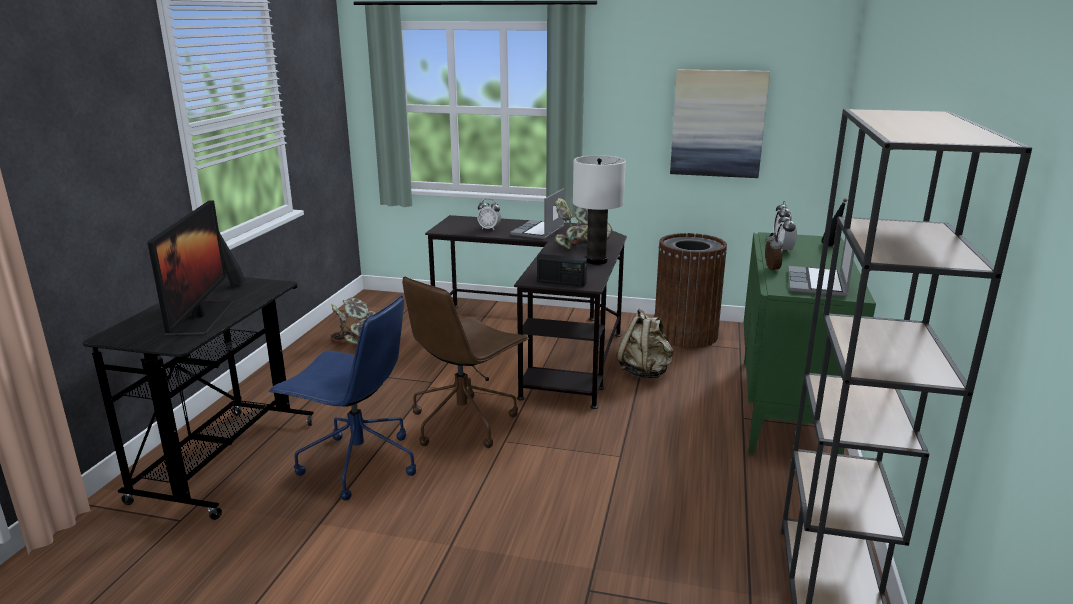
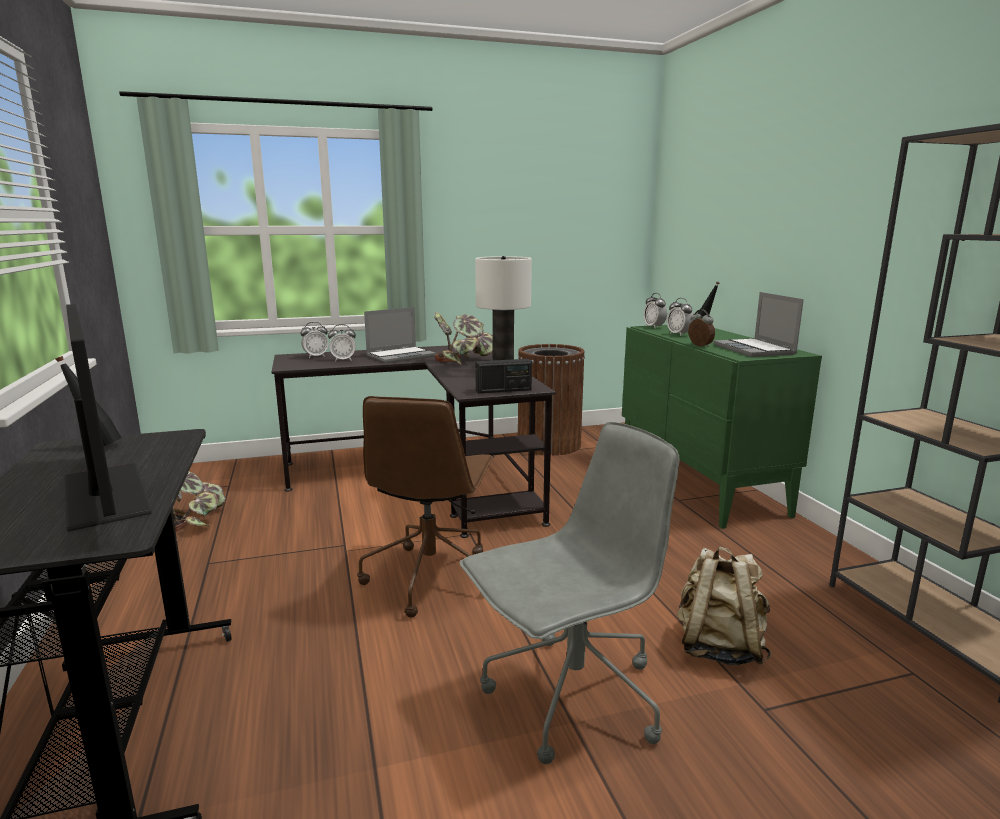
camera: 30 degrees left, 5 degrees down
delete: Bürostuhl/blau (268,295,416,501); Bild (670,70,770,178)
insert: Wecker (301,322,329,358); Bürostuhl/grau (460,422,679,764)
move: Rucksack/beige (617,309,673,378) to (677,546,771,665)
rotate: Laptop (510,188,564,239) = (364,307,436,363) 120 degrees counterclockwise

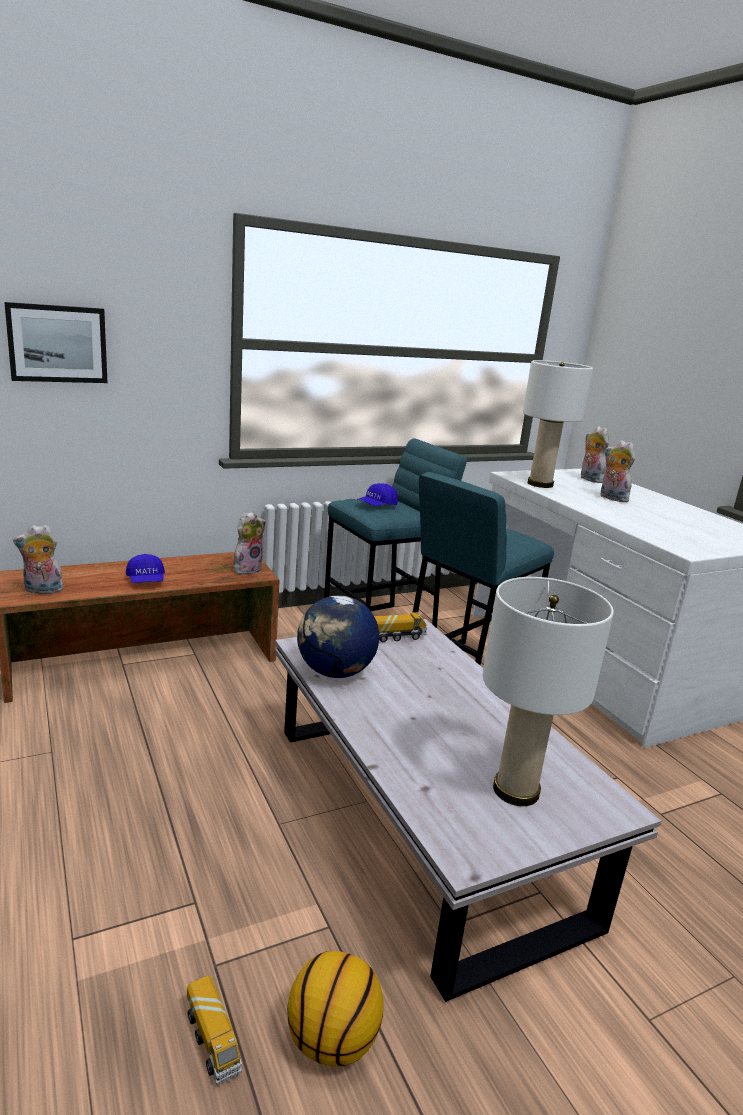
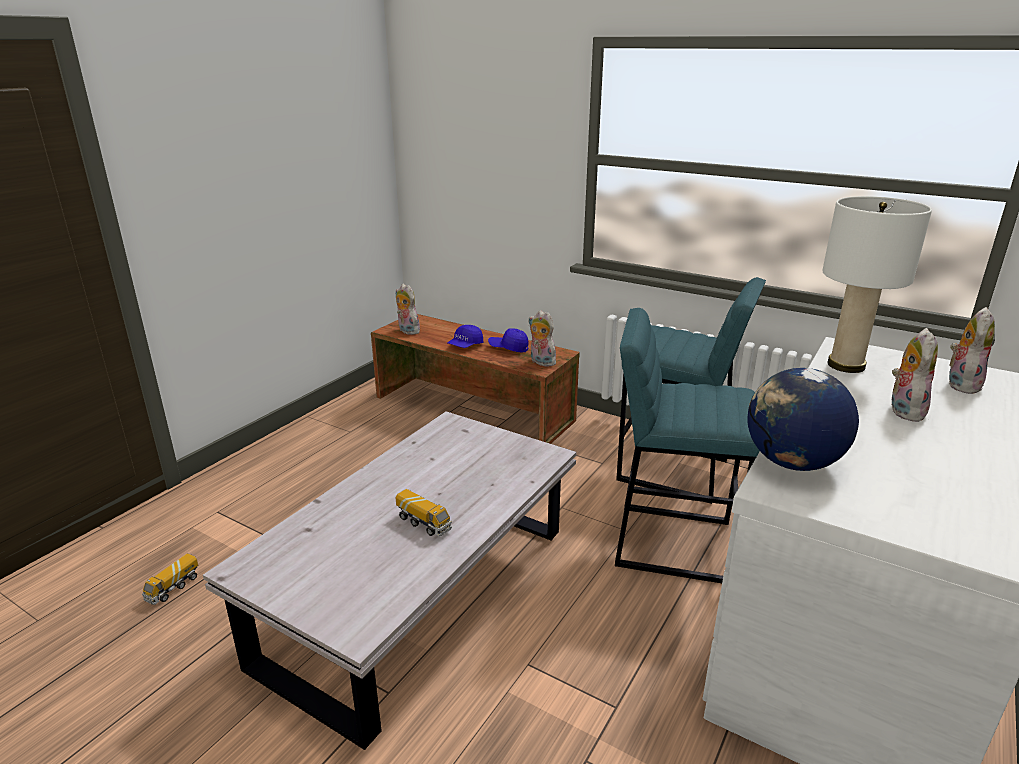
camera: 60 degrees right, 5 degrees up
delete: Bild (4,302,108,383); Basketball (287,951,384,1067); Tischlampe/weiß (482,577,614,806)
move: Globus (297,595,380,678) to (747,368,859,471); Kappe/blau (359,483,398,506) to (488,328,529,352); Spielzeuglaster (374,612,427,642) to (395,489,452,536)
rotate: Plüschtier (234,511,266,576) = (529,310,556,366) 150 degrees counterclockwise

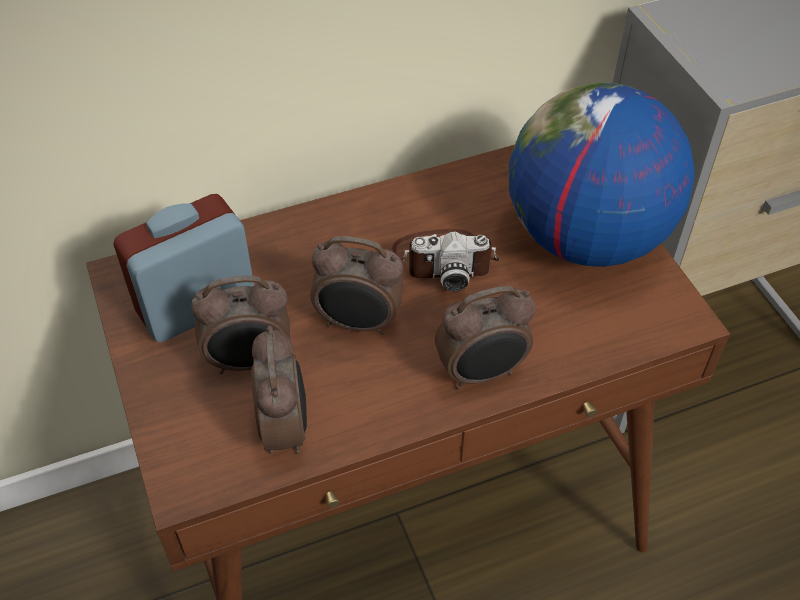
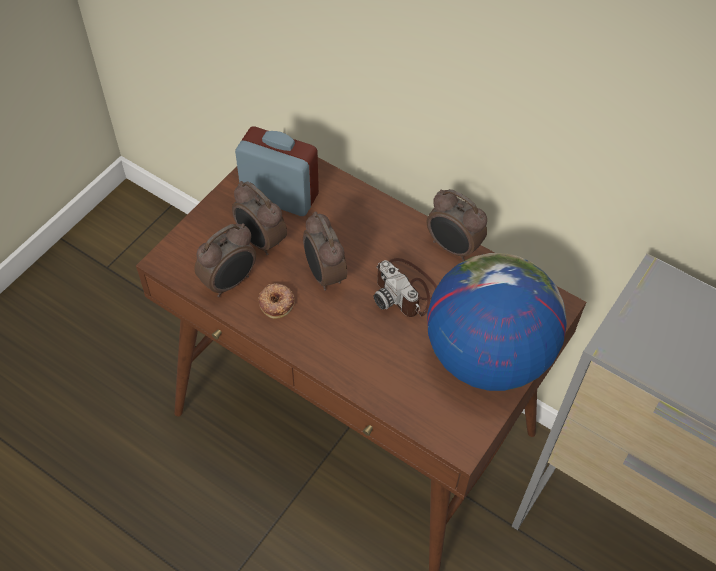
camera: 55 degrees right, 5 degrees up
insert: Donut (259,283,295,319)
move: Wecker (435,286,535,389) to (427,189,487,261)

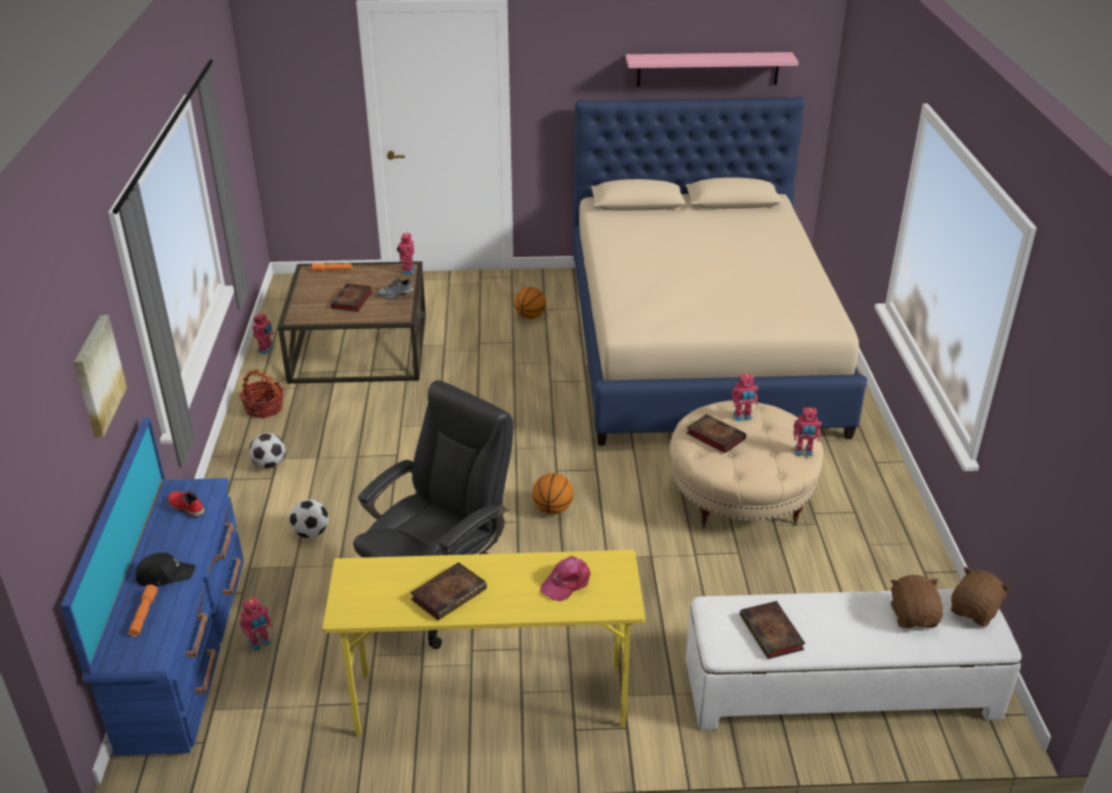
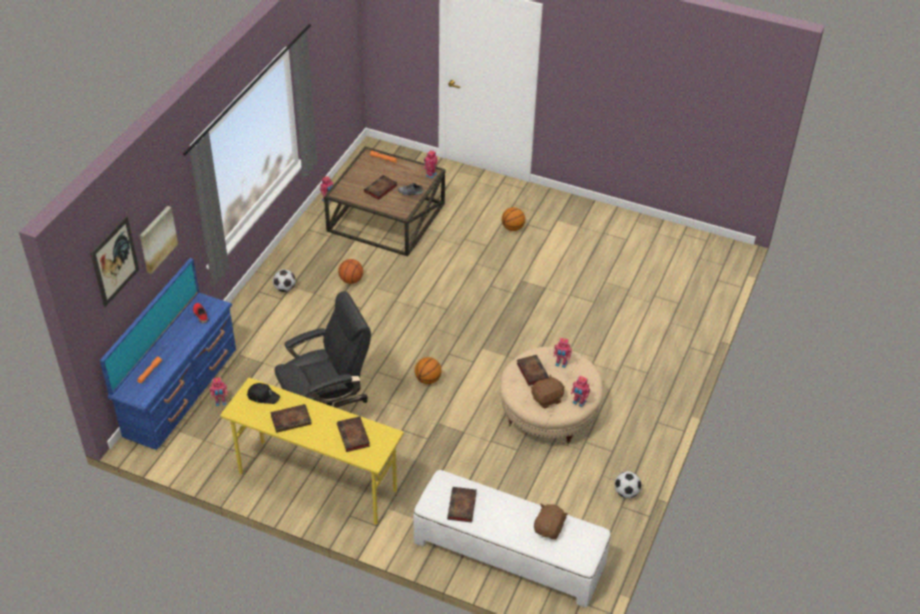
camera: 25 degrees right, 10 degrees up
delete: Korb (240,370,284,418); Bett/beige (573,97,867,446); Wandregal/rosa (626,52,799,87)
insert: Bild (90,216,139,307); Basketball (338,259,363,284)
move: Kappe/schwarz (135,552,196,586) to (247,383,280,404); Fußball (289,499,329,538) to (615,471,641,498); Plüschtier/braun (951,567,1011,627) to (531,374,565,408)
replace: Kappe/rosa (540,556,591,601) to Buch (337,416,370,452)

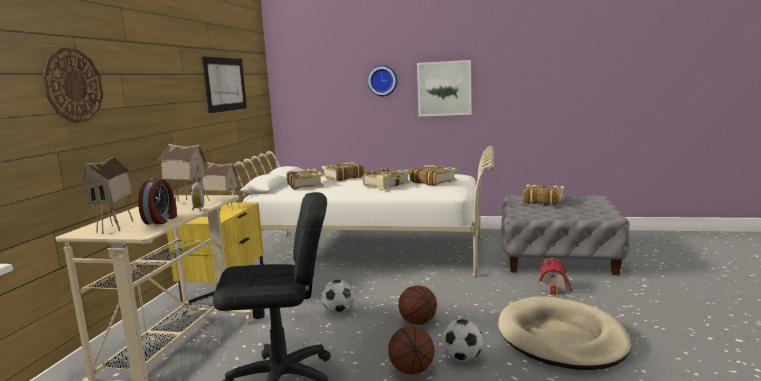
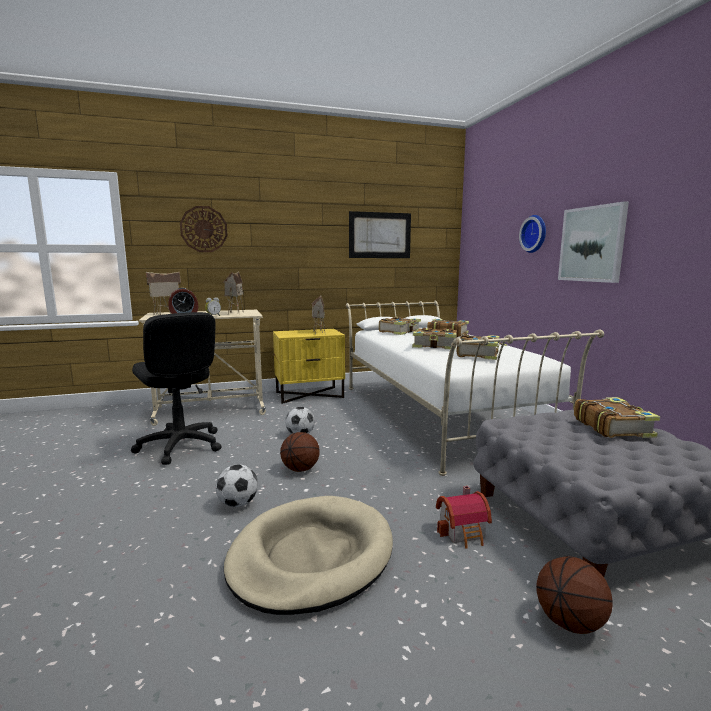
camera: 60 degrees right, 0 degrees up
move: Basketball (388,326,435,375) to (536,556,613,634)

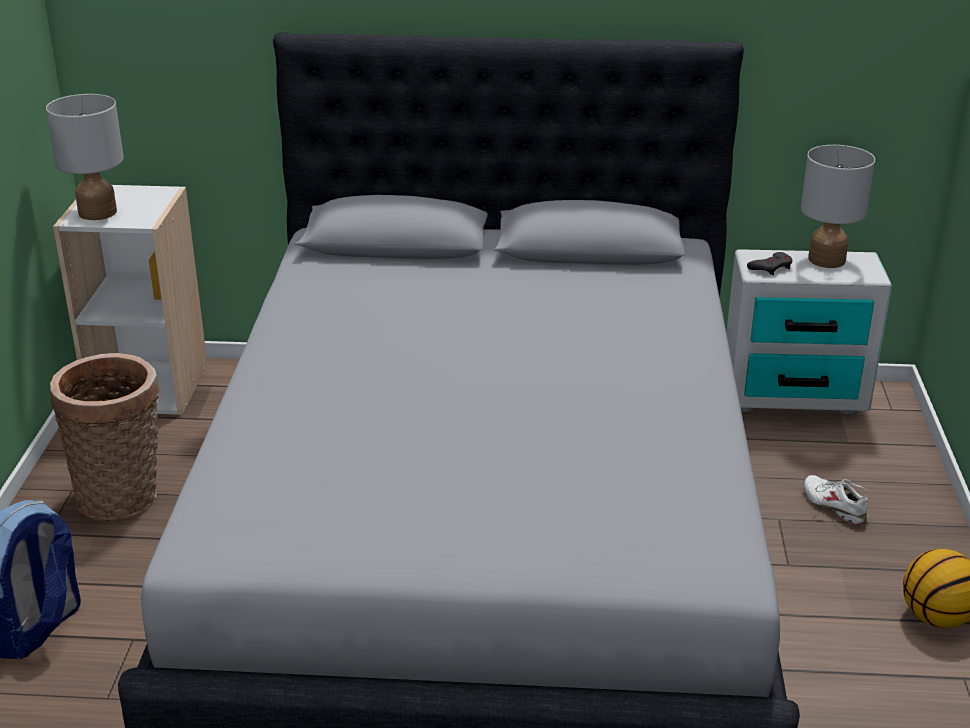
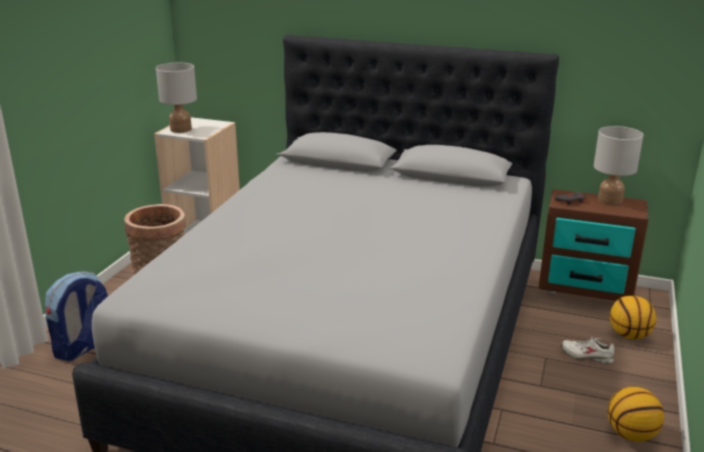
camera: 15 degrees right, 5 degrees down
insert: Basketball (610,296,656,339)
recolor: Nachttisch/weiß (726,249,892,415) to Nachttisch/braun (539,189,649,302)
rotate: Schuh/weiß (803,475,868,525) = (561,337,614,364) 45 degrees counterclockwise

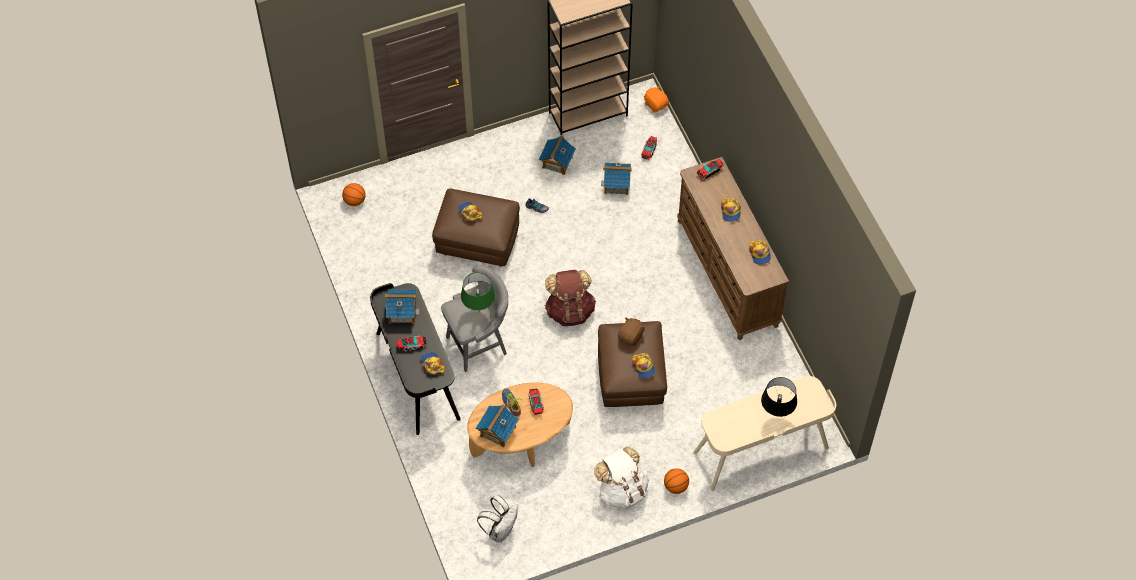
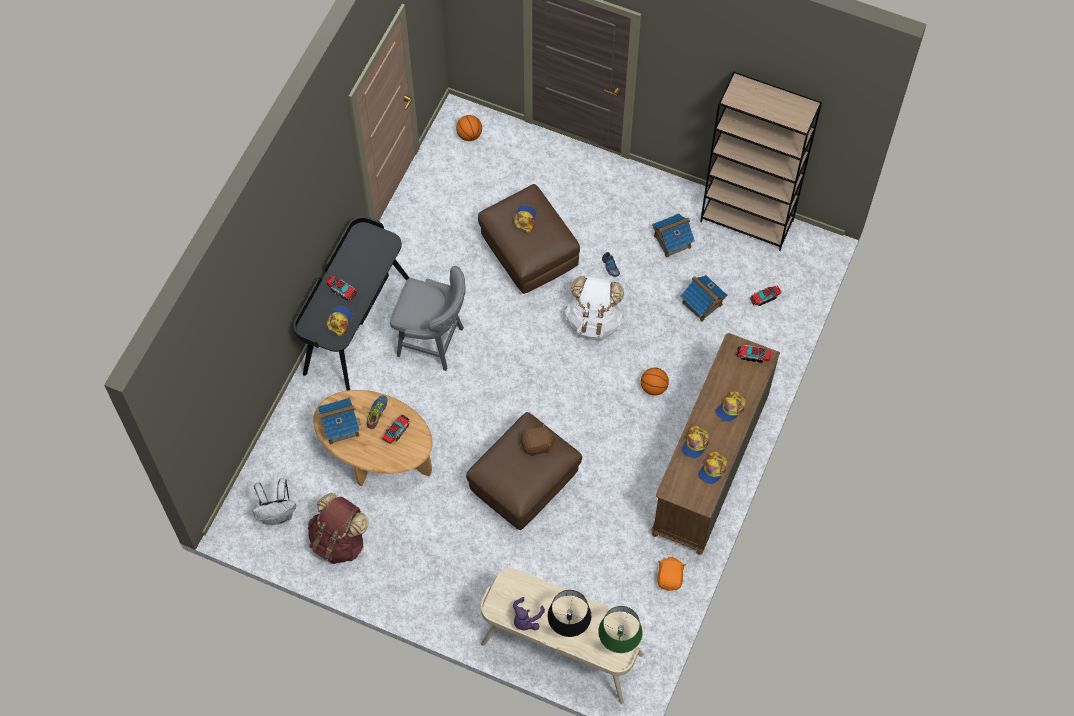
camera: 45 degrees right, 5 degrees up
delete: Spielzeughaus (385,289,420,324)
insert: Plüschtier/lila (513,597,545,630)
move: Tischlampe/grün (461,272,495,310) to (598,606,643,653); Rucksack/braun (545,270,596,326) to (308,493,369,564); Rucksack/weiß (594,447,649,509) to (565,276,624,341); Kappe (632,353,655,379) to (681,426,709,458); Plüschtier/orange (644,86,669,113) to (657,556,686,591); Basketball (664,468,689,494) to (641,368,669,396)

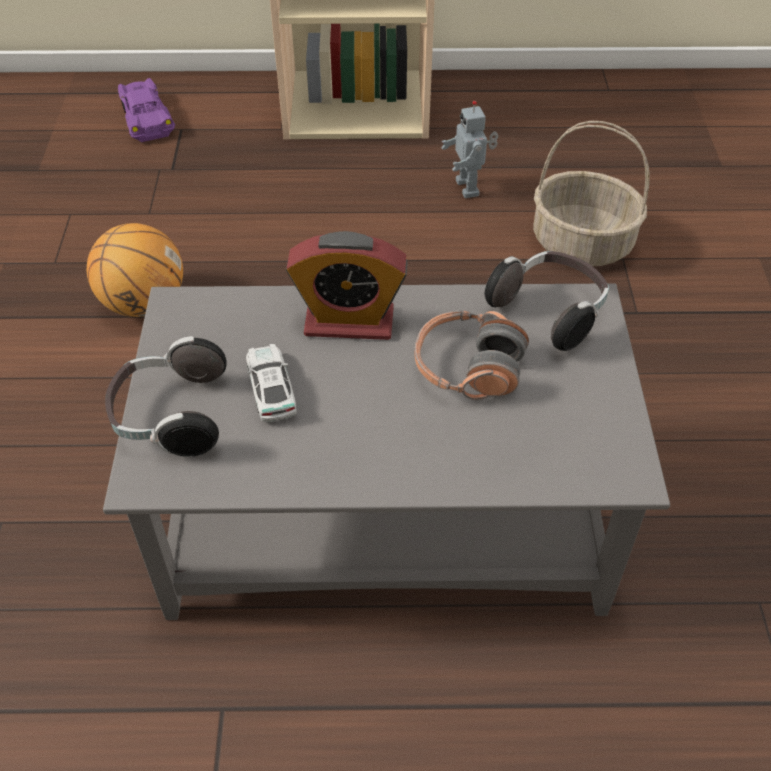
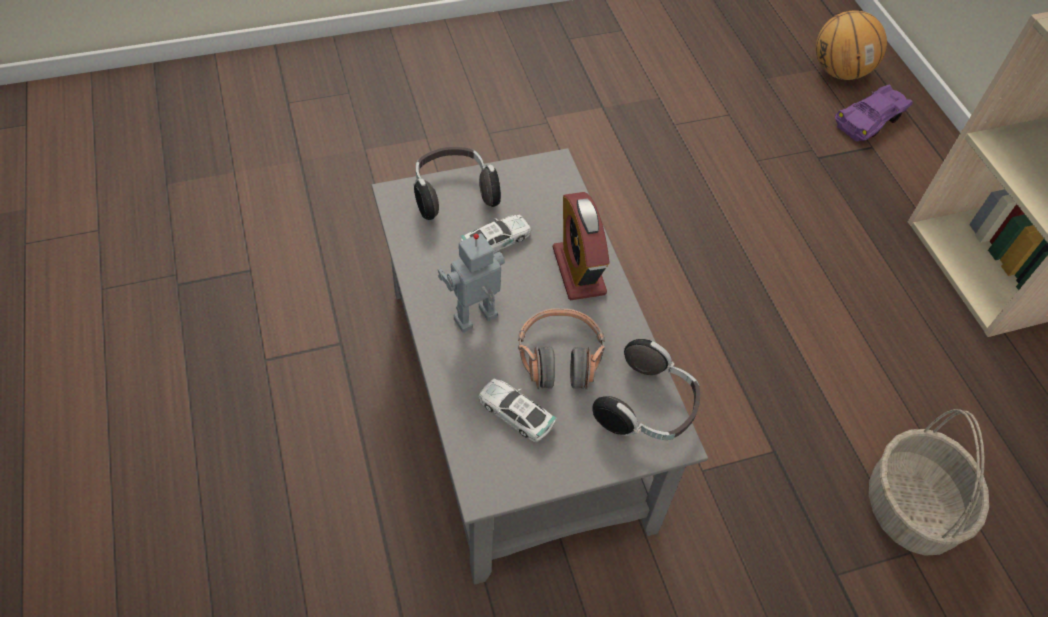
camera: 70 degrees right, 5 degrees up
insert: Spielzeugauto (478,378,557,442)
move: Basketball (87,223,183,317) to (816,10,887,80); Spielzeugroboter (441,101,498,198) to (437,233,505,332)

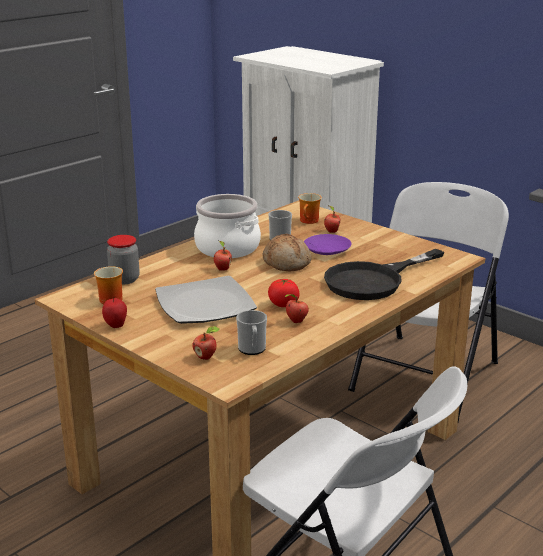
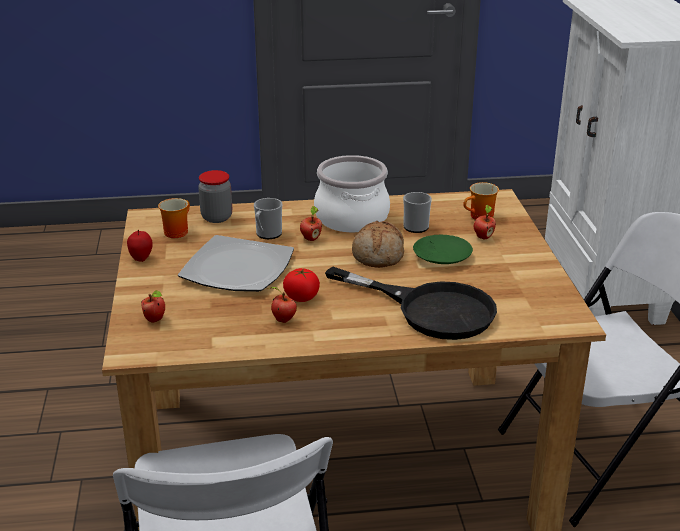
camera: 40 degrees right, 5 degrees up
move: Henkelbecher (236,310,267,355) to (254,198,282,239)
recolor: Teller/lila (304,234,351,255) to Teller/grün (413,235,473,264)
rotate: Pfanne/schwarz (324,249,445,300) = (325,267,497,340) 150 degrees counterclockwise

